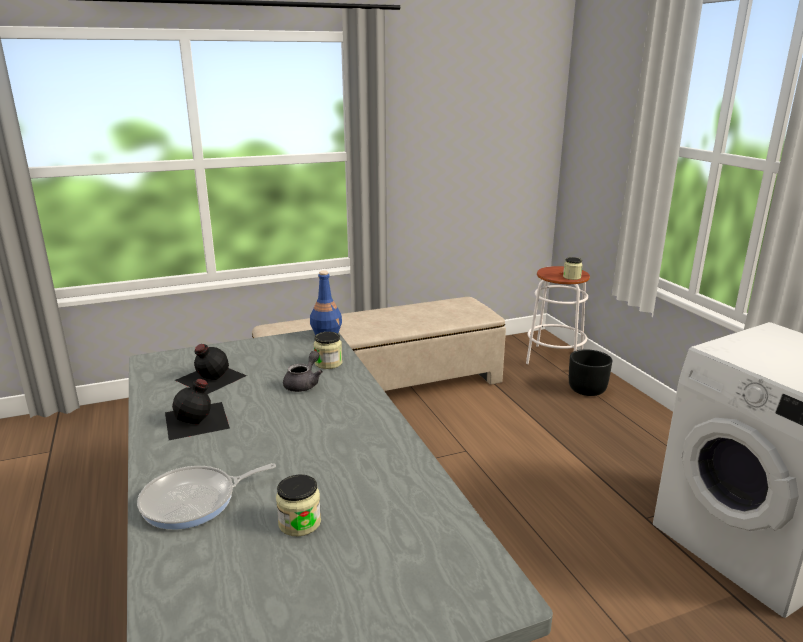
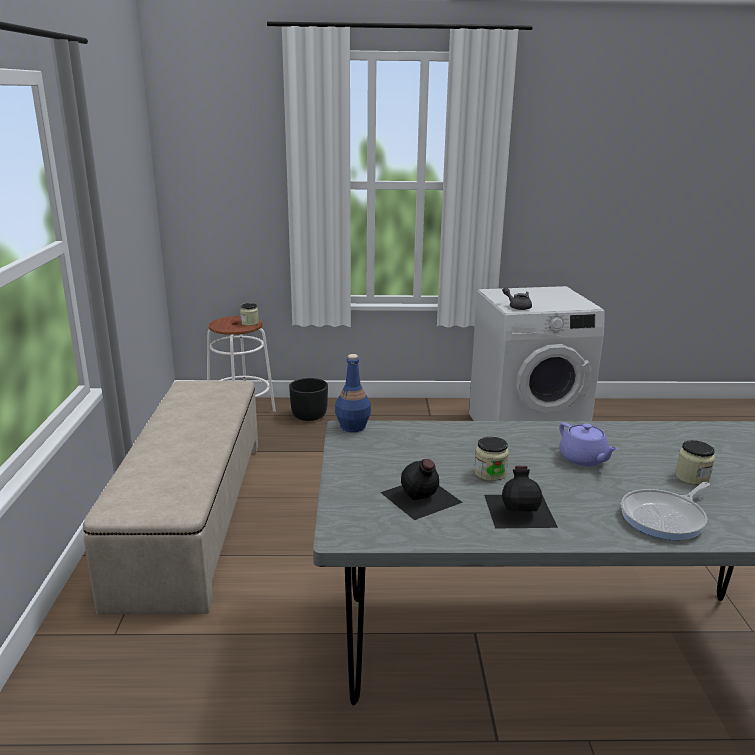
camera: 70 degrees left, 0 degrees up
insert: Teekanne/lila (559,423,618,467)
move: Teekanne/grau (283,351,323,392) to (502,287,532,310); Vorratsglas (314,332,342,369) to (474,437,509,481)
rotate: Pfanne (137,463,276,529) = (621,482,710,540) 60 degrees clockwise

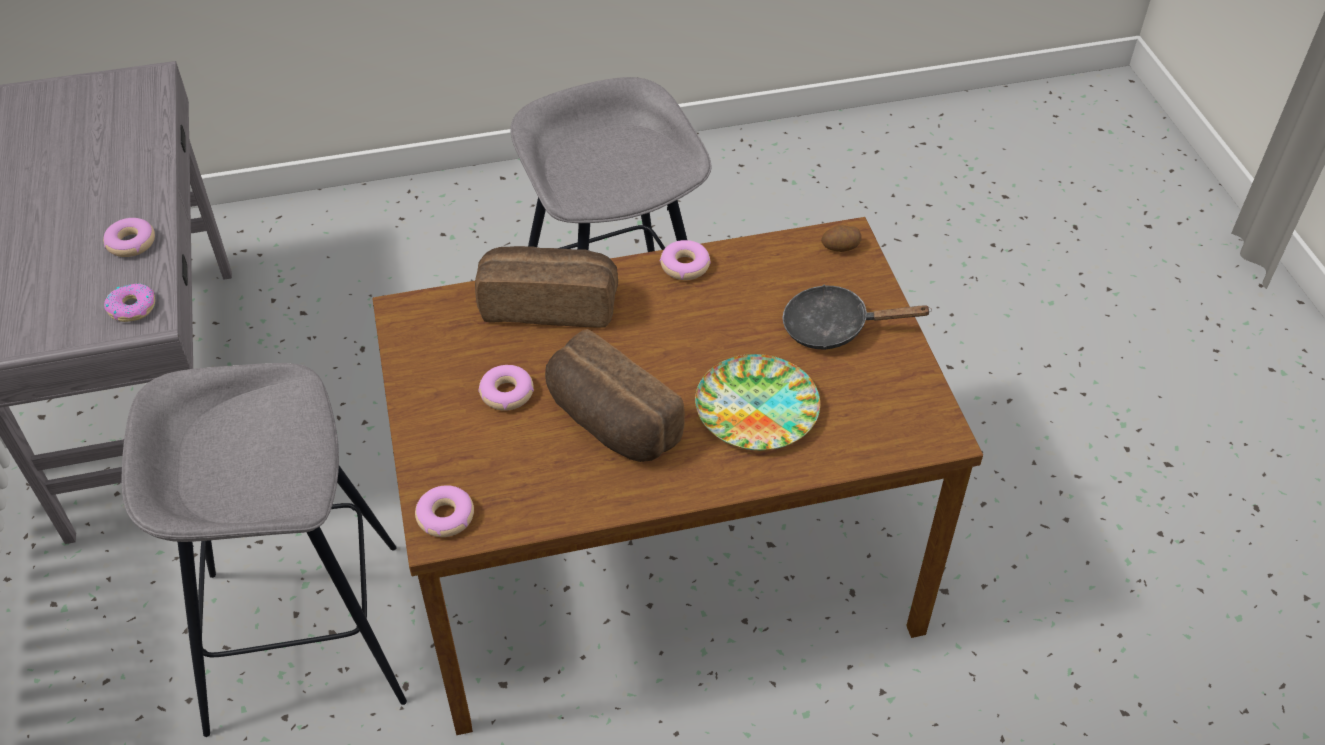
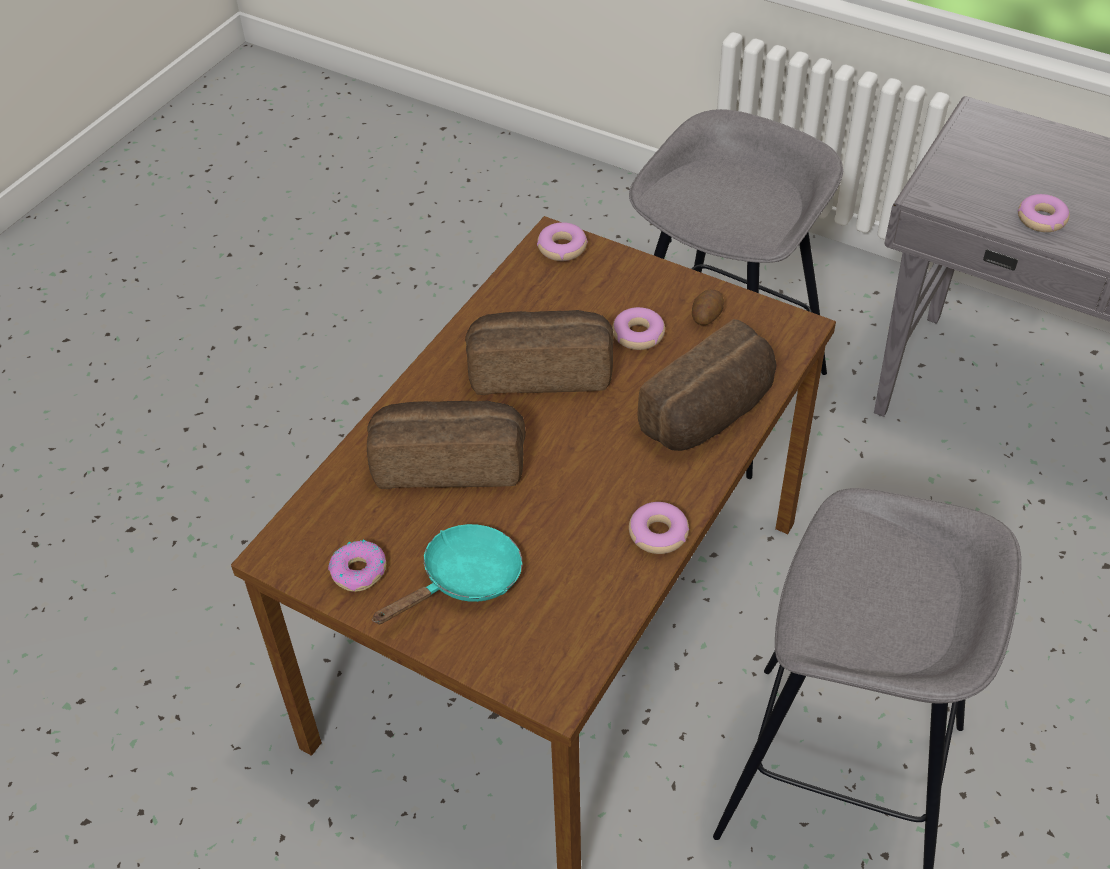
camera: 135 degrees right, 0 degrees up
move: Donut (104,284,155,322) to (328,540,386,592); Kartoffel (821,225,862,252) to (692,289,724,325)
replace: Teller (695,354,820,451) to Brot (367,401,526,489)
recolor: Pfanne/schwarz (782,285,932,350) to Pfanne/türkis (372,524,523,624)

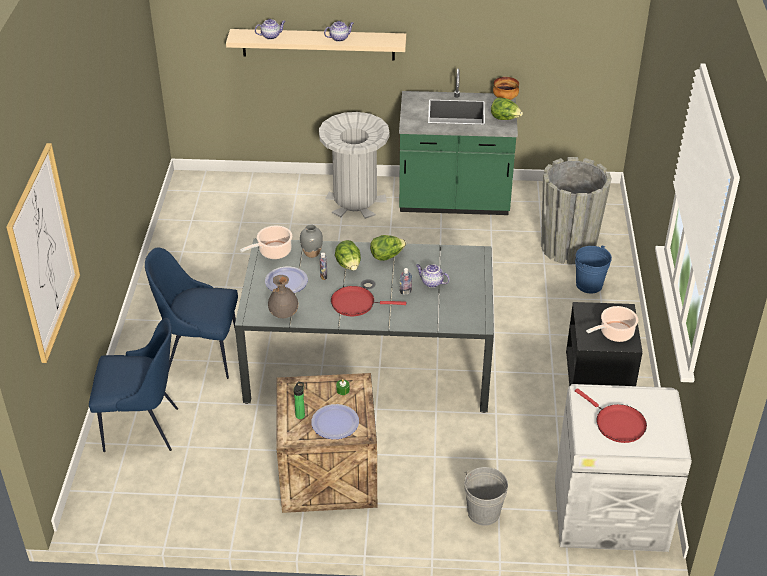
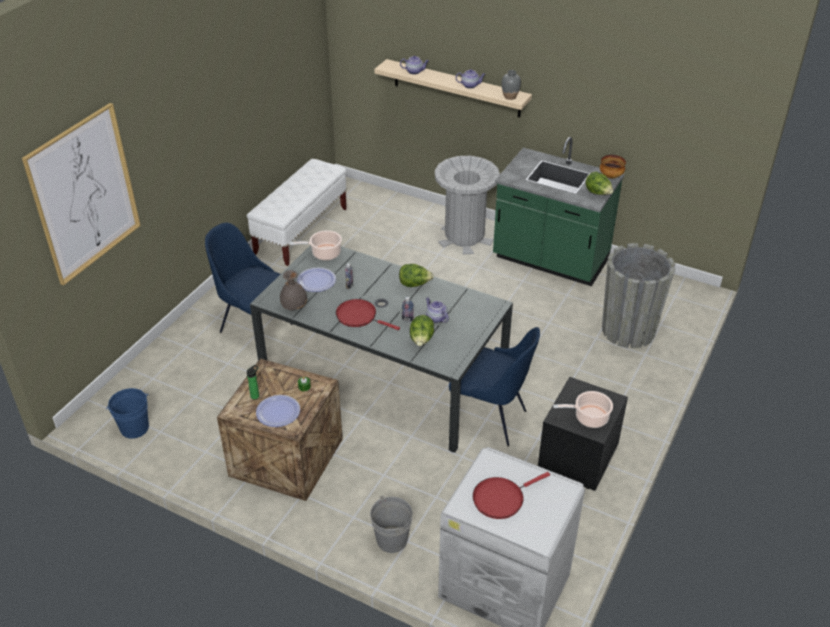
camera: 25 degrees right, 0 degrees up
insert: Bank/weiß (247,159,347,266)
move: Stuhl/blau (89,318,178,452) to (449,327,540,447); Vase/grau (300,224,323,258) to (502,70,521,100); Salatkopf (335,240,361,271) to (410,315,434,346); Eimer/blau (575,245,612,293) to (106,388,149,439)
rotate: Pfanne/rot (575,388,647,443) = (473,472,550,519) 75 degrees clockwise

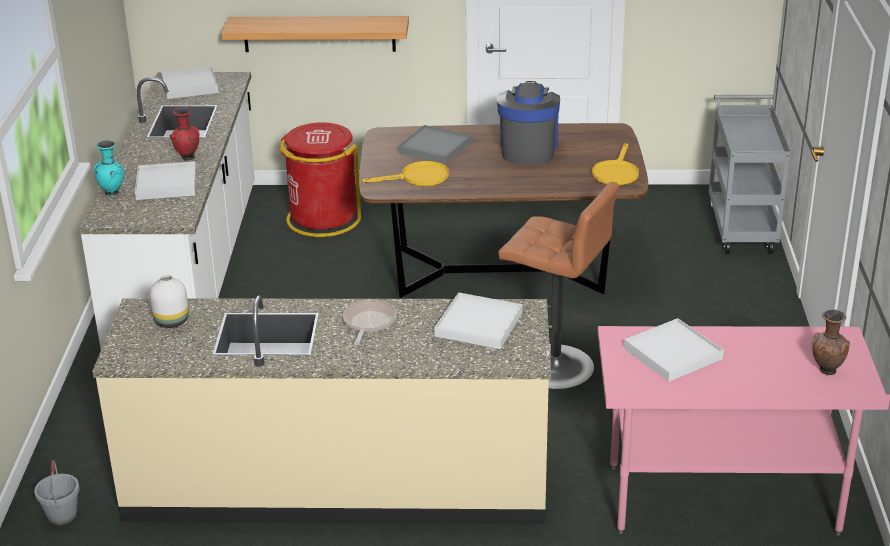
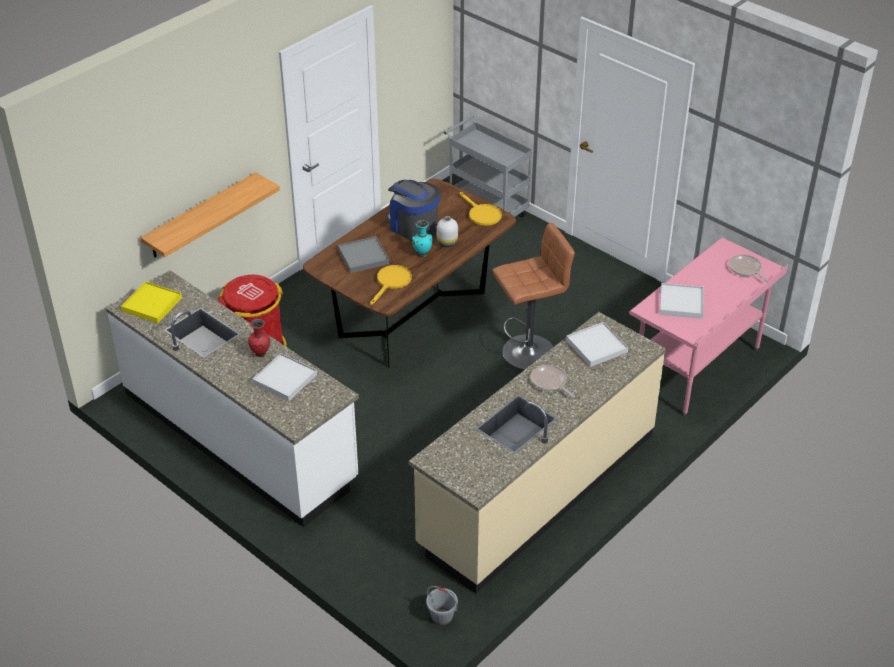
camera: 50 degrees left, 10 degrees up
move: Vase/türkis (94,140,124,197) to (412,220,433,257); Vase/weiß (150,275,189,328) to (437,216,458,247)
replace: Vase/braun (812,309,850,375) to Pfanne (729,254,770,283)
recolor: Tablett/weiß (161,66,219,99) to Tablett/gelb (121,282,182,323)

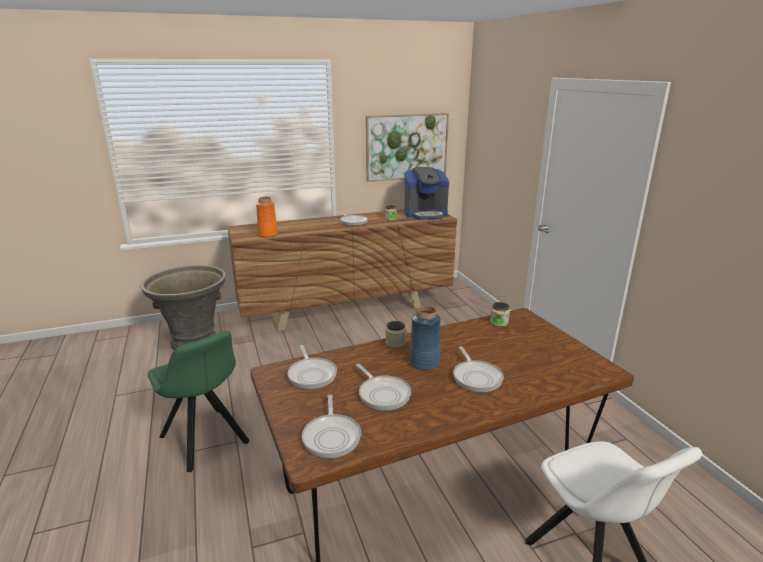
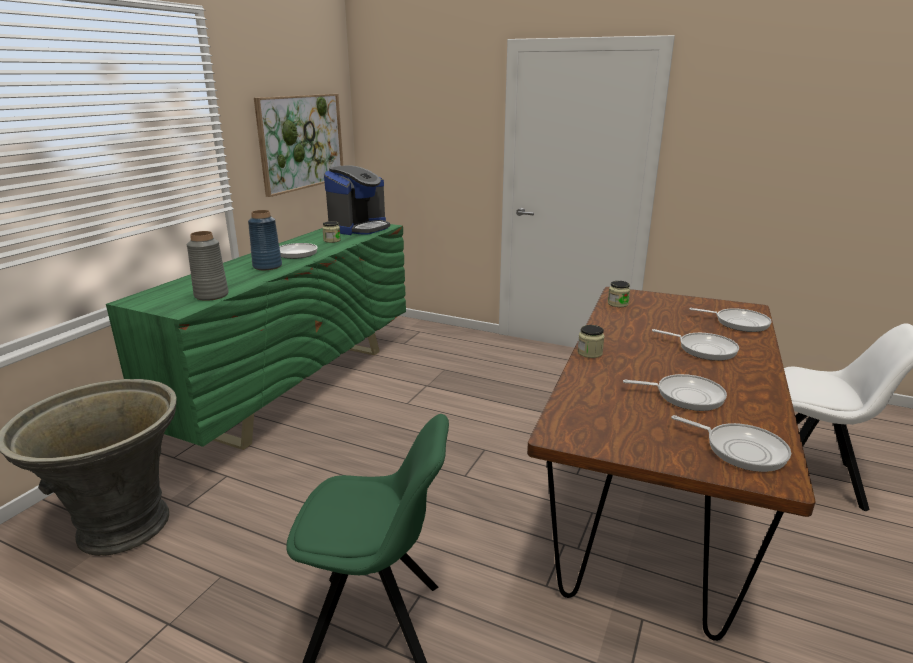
camera: 45 degrees left, 0 degrees up
move: Pfanne (287,345,337,389) to (689,308,772,332); Vase/blau (409,306,440,370) to (248,210,282,270)
recolor: Schrank/braun (227,209,457,331) to Schrank/grün (106,224,406,450); Vase/orange (256,197,278,238) to Vase/grau (187,231,229,301)

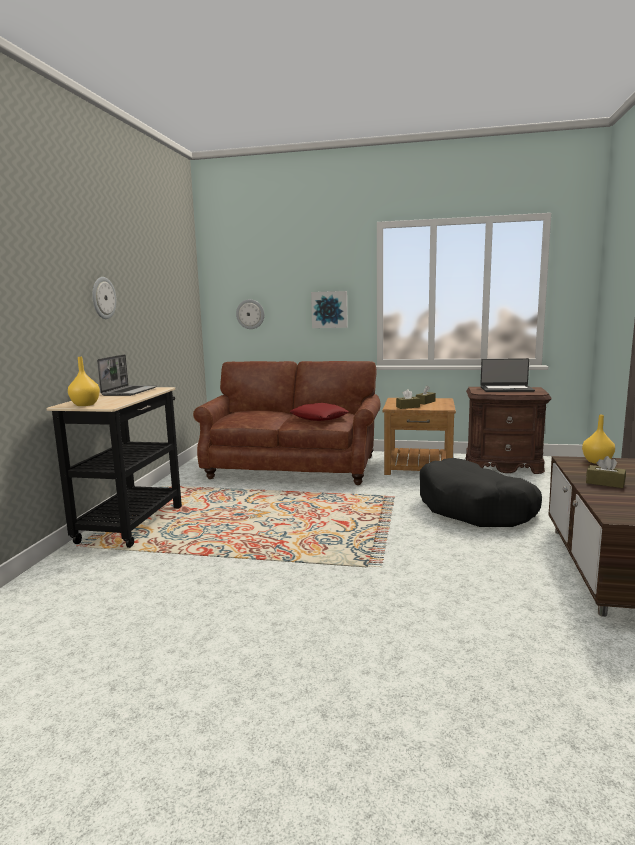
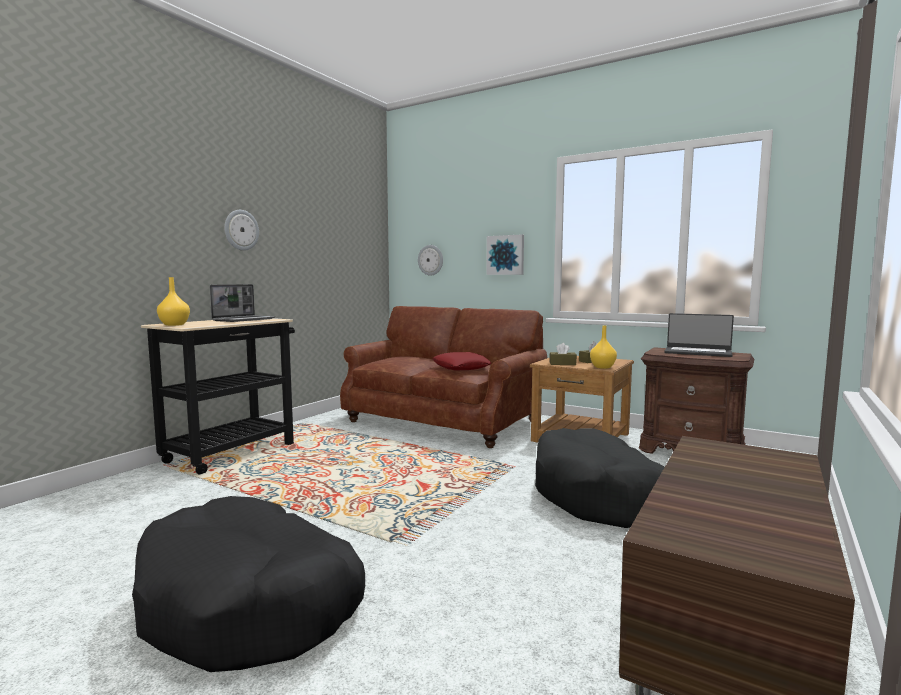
camera: 20 degrees right, 5 degrees down
delete: Taschentuchbox/braun (586,456,626,488)
insert: Hundebett/schwarz (132,496,365,672)
move: Vase/gelb (582,415,615,464) to (590,325,617,369)

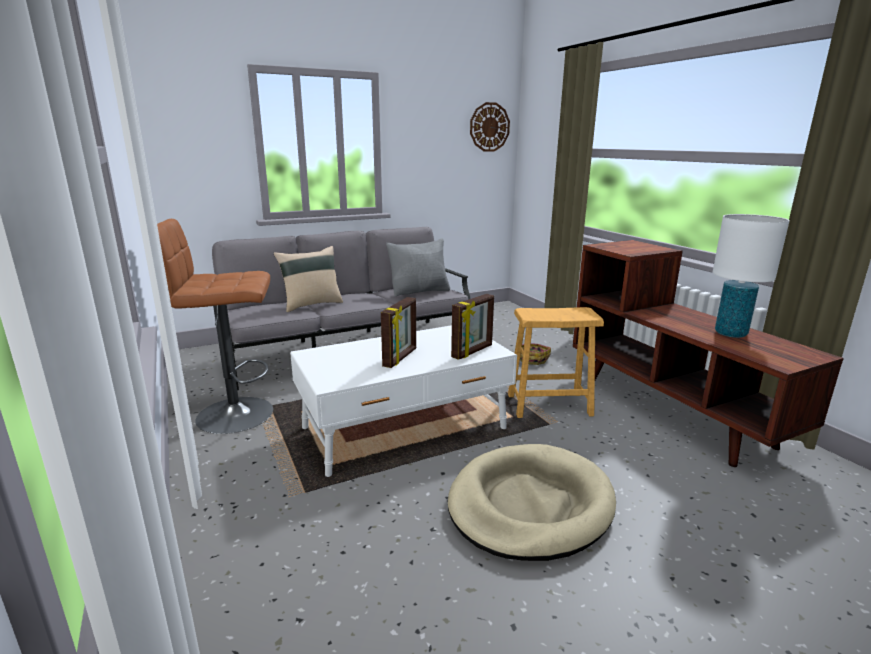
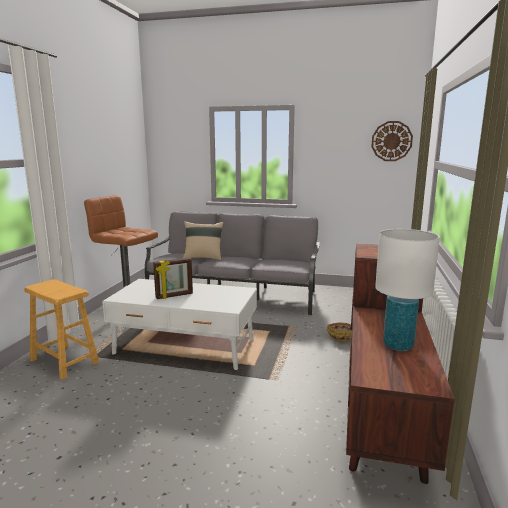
camera: 40 degrees right, 5 degrees down
delete: Kissen/grau (386,239,450,296); Hundebett/beige (448,444,616,561); Bilderrahmen (451,294,494,360)
move: Hocker/braun (508,307,604,418) to (24,280,99,380)

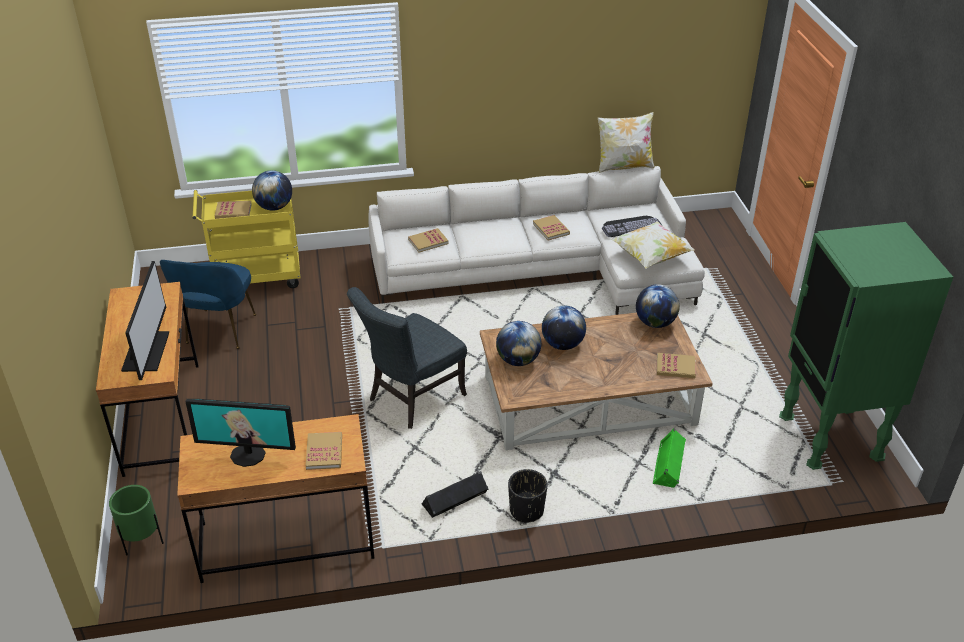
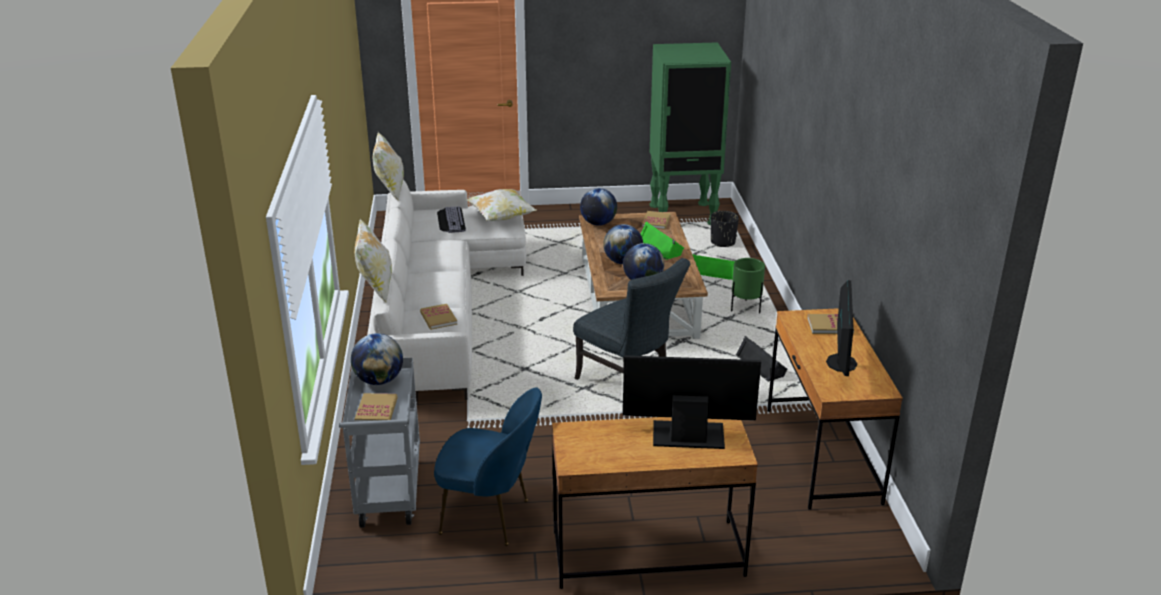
camera: 85 degrees left, 10 degrees down
delete: Buch (533,215,570,240)
insert: Kissen (354,219,392,302); Lautsprecher/grün (641,221,684,260)
move: Pflanzkübel/grün (109,485,164,555) to (731,258,765,313); Pflanzkübel/schwarz (508,469,547,522) to (711,211,739,247)
recolor: Rollwagen/gelb (192,190,301,288) to Rollwagen/grau (339,358,420,528)

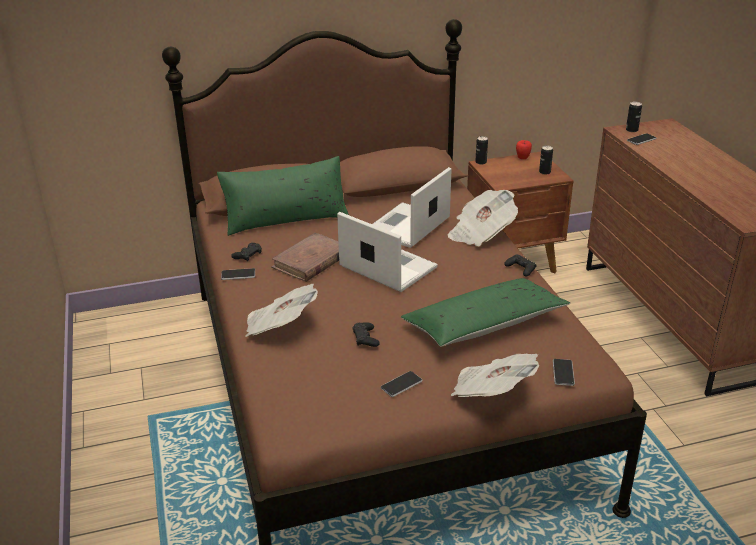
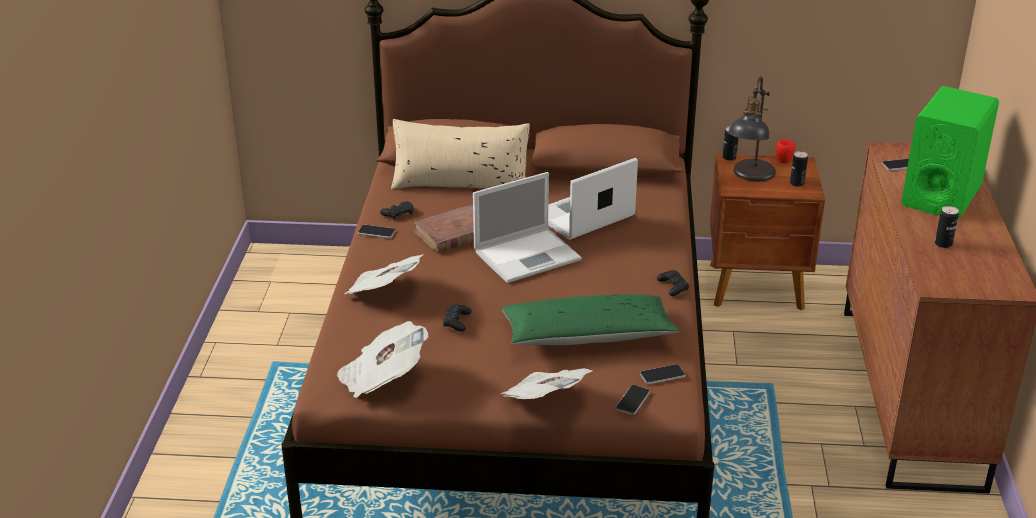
camera: 20 degrees right, 0 degrees up
insert: Tischlampe/grau (728,76,776,182); Lautsprecher/grün (901,86,999,219)
move: Handy (381,371,422,397) to (640,364,685,384); Zeitung (448,190,518,247) to (337,321,429,398); Dose (626,102,642,132) to (935,206,959,248)
recolor: Kissen/grün (217,156,349,236) to Kissen/beige (391,119,530,189)
rotate: Laptop (337,212,438,292) = (473,172,582,283) 90 degrees clockwise

